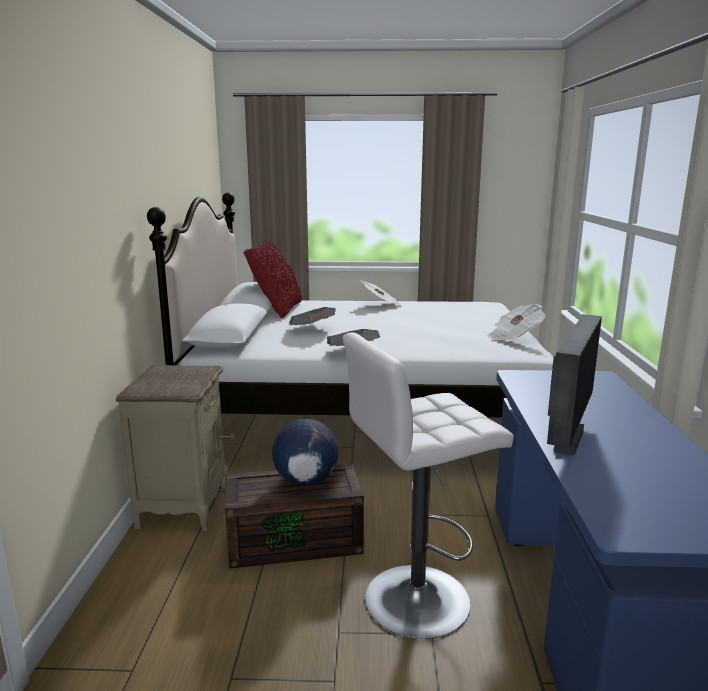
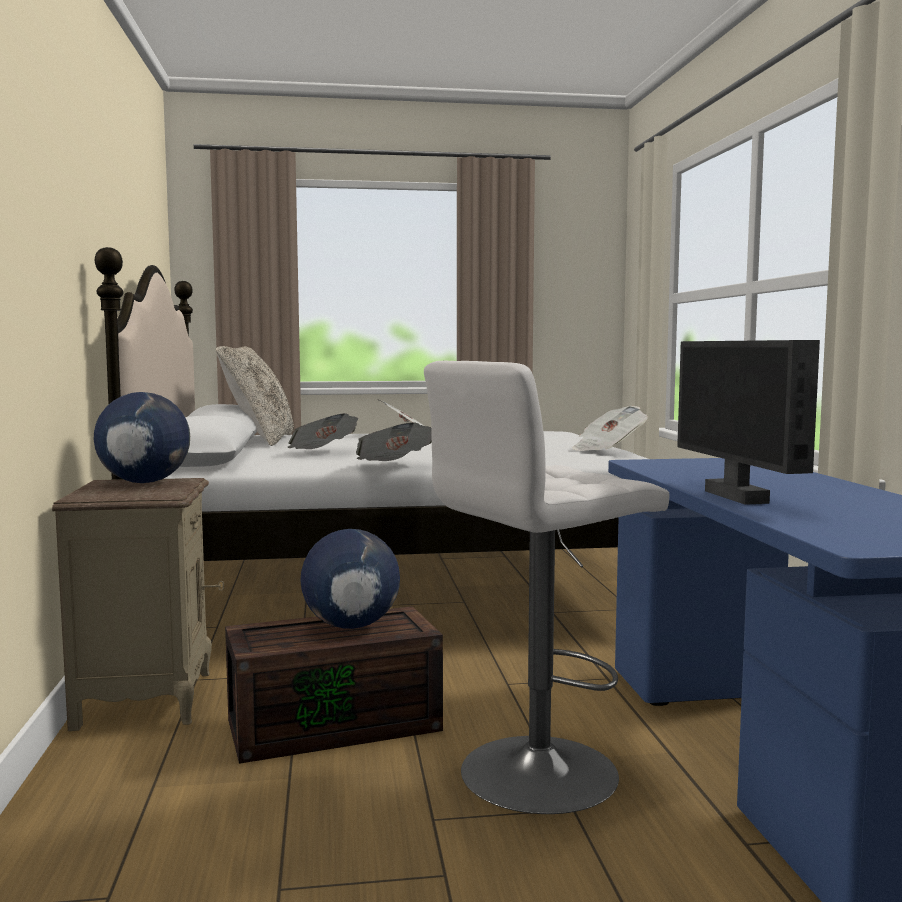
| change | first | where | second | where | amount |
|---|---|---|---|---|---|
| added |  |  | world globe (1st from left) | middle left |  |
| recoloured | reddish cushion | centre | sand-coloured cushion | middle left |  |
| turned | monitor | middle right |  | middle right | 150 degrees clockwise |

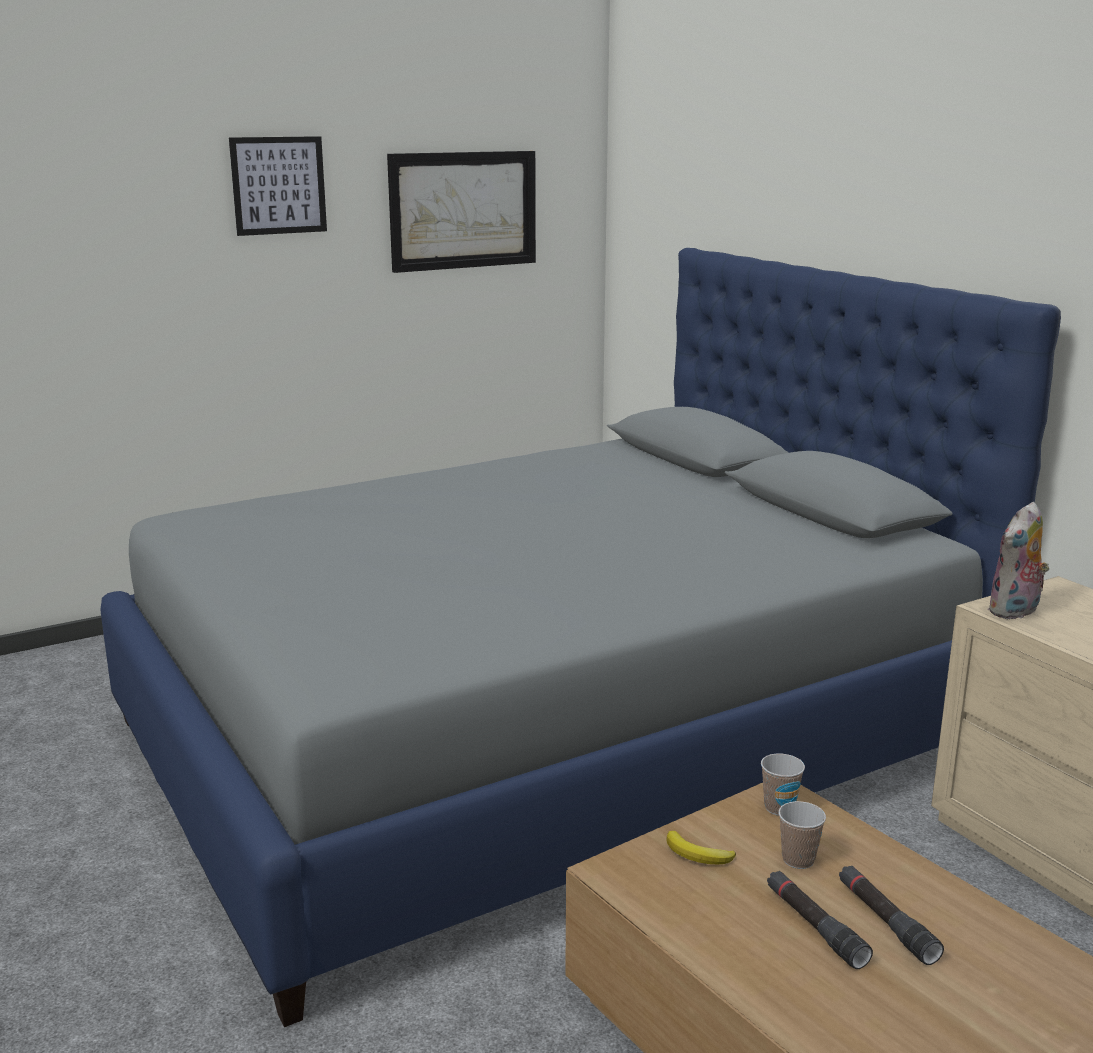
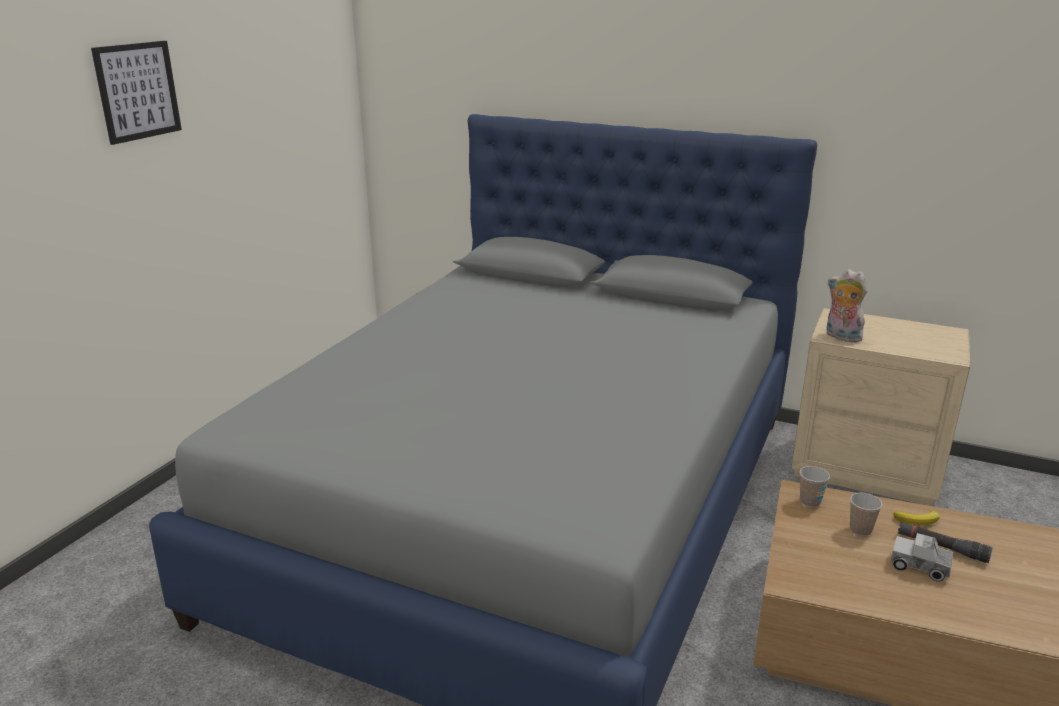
| change | first | where | second | where | amount |
|---|---|---|---|---|---|
| turned | soft toy | middle right |  | middle right | 120 degrees clockwise |
| replaced | black torch (1st from left) | bottom right | toy lorry | bottom right |  |
| moved | whole banana | bottom centre |  | bottom right |  |
| removed | picture (2nd from left) | top centre |  |  |  |

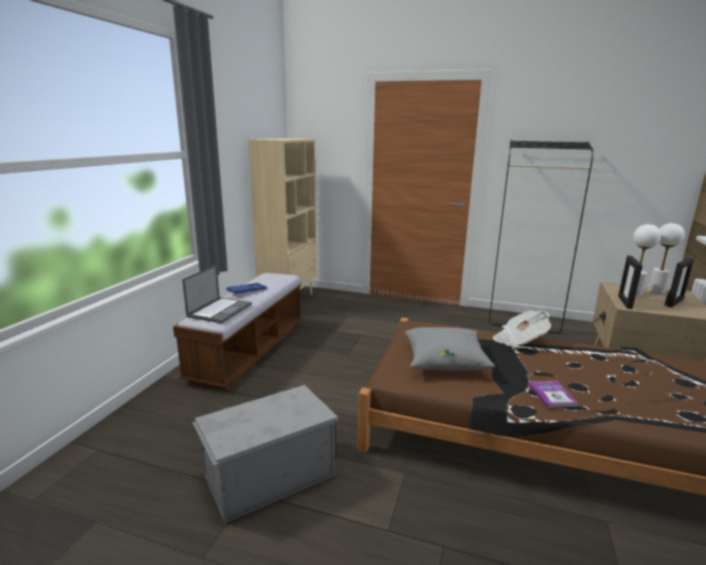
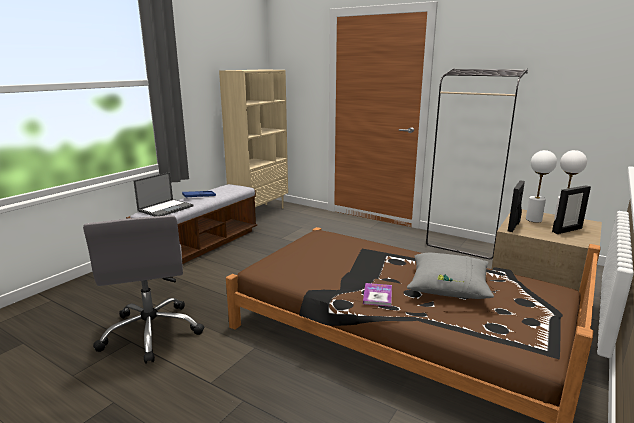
| change | first | where | second | where | amount |
|---|---|---|---|---|---|
| replaced | greyish storage bin | bottom centre | greyish office chair | bottom left |  |
| moved | greyish cushion | centre |  | middle right |  |
| removed | daily paper | middle right |  |  |  |

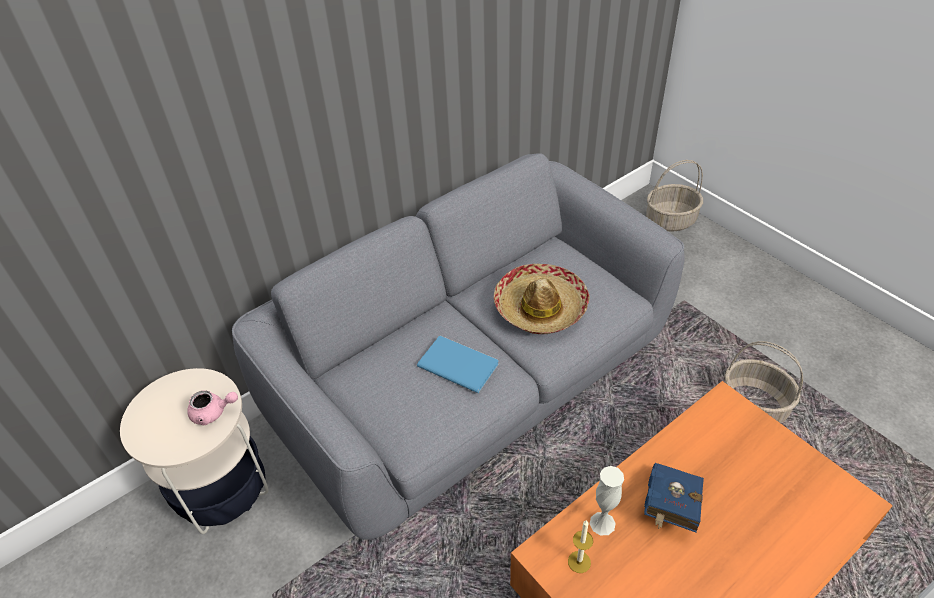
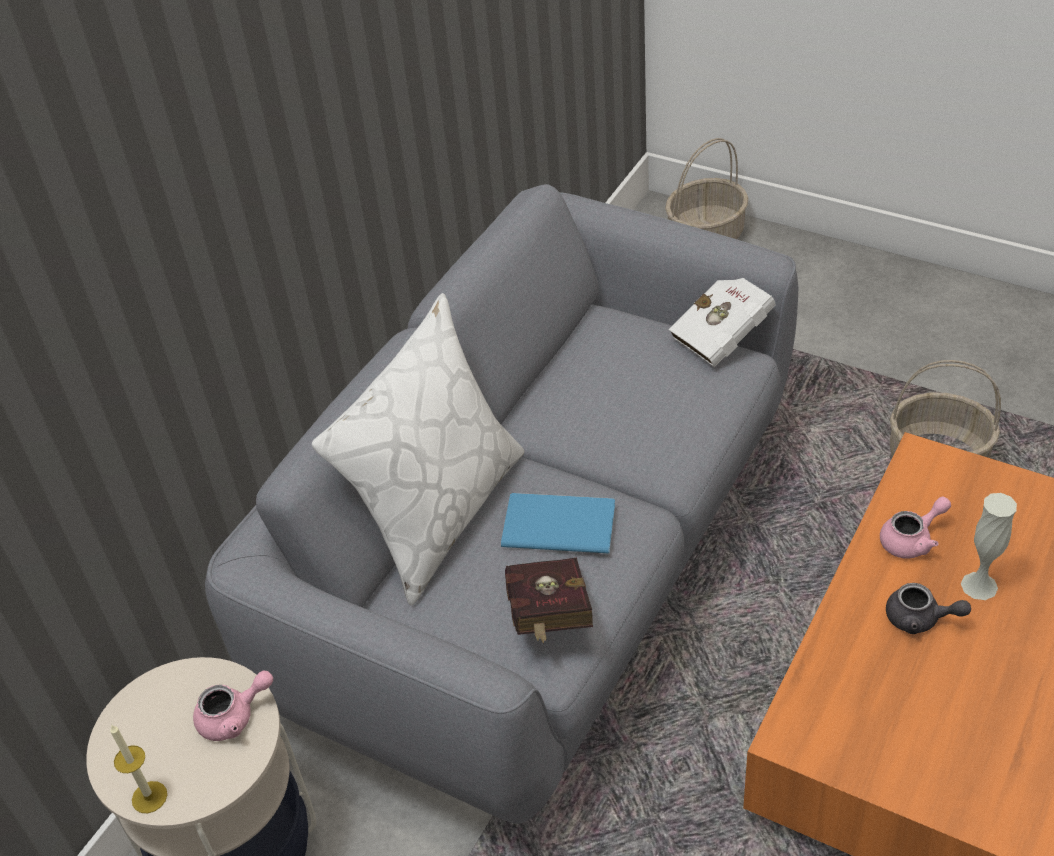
| change | first | where | second | where | amount |
|---|---|---|---|---|---|
| moved | candle | bottom centre |  | bottom left |  |
| added |  |  | whitish cushion | centre |  |
| added |  |  | reddish volume | bottom centre |  |
| added |  |  | whitish volume | middle right |  |
| added |  |  | pink-coloured tea pot (2nd from left) | middle right |  |
| replaced | blue volume (2nd from left) | bottom right | greyish tea pot | bottom right |  |
| moved | whitish vase | bottom centre |  | middle right |  |
| removed | hat | centre |  |  |  |

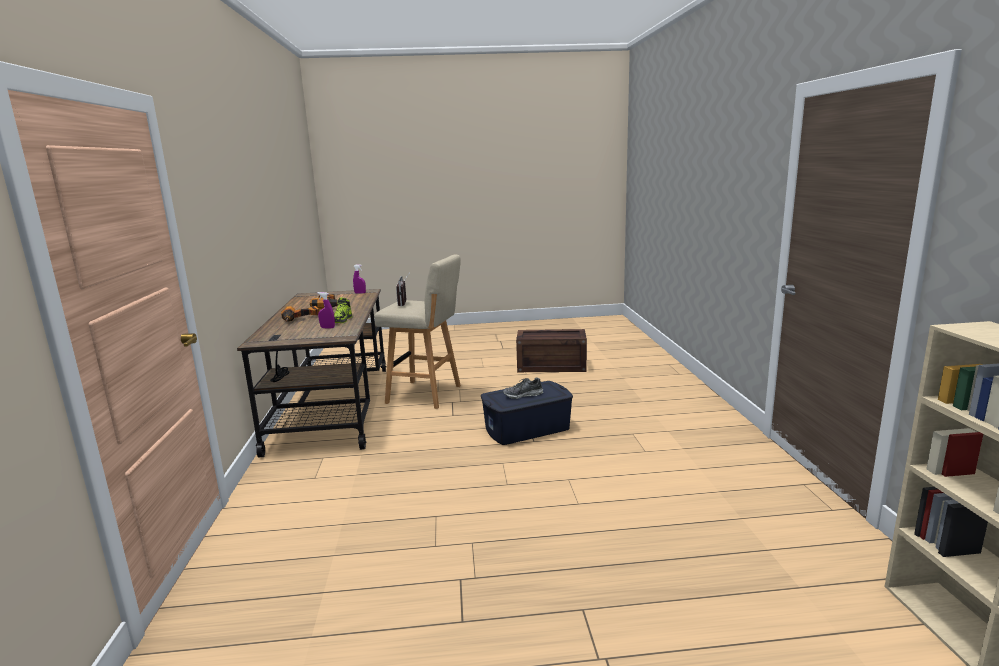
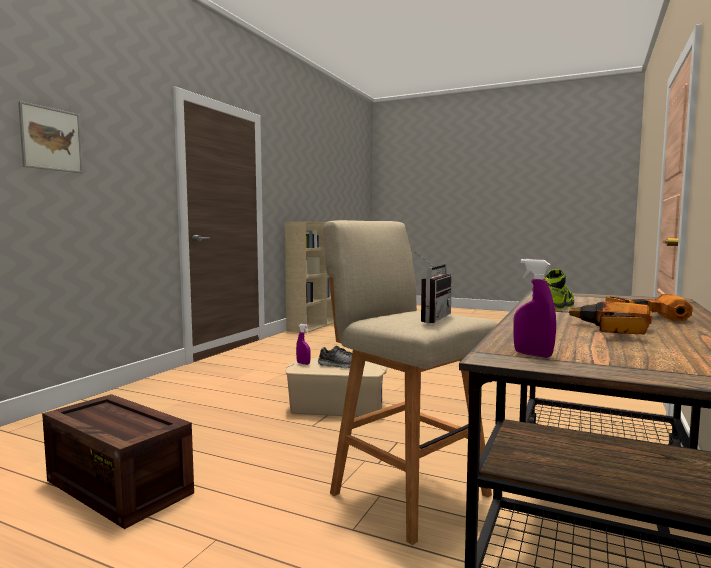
| change | first | where | second | where | amount |
|---|---|---|---|---|---|
| added |  |  | picture | top left |  |
| recoloured | blue storage bin | centre | sand-coloured storage bin | bottom centre |  |
| moved | purple hand sprayer (1st from left) | middle left |  | centre |  |

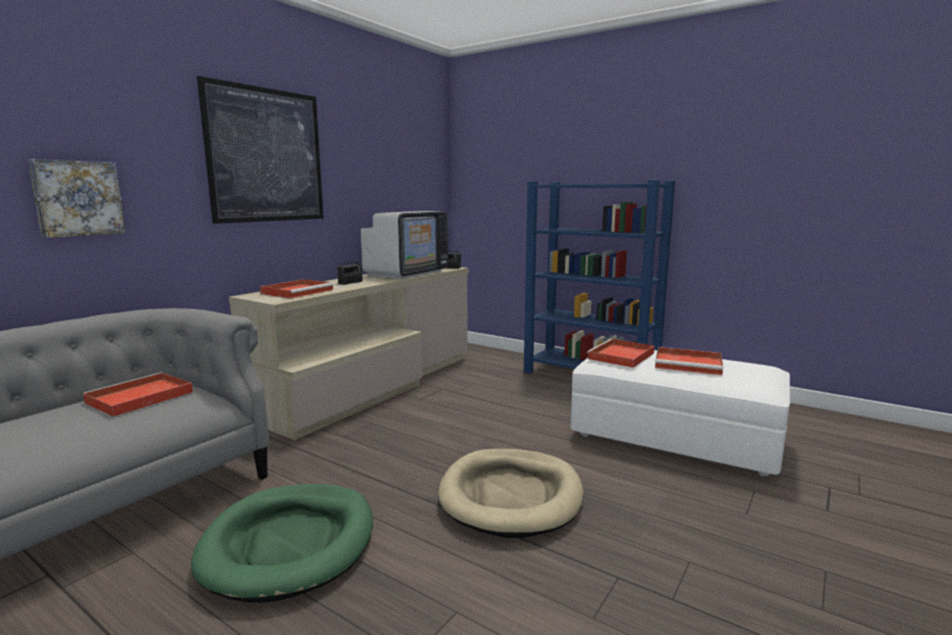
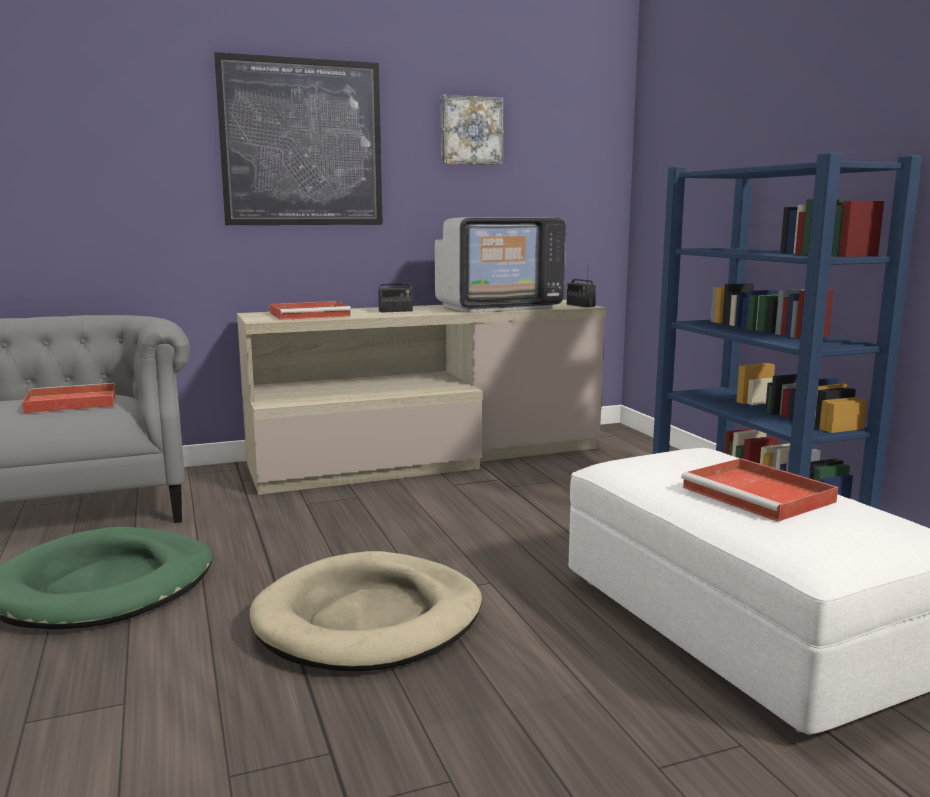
| change | first | where | second | where | amount |
|---|---|---|---|---|---|
| moved | picture (1st from left in the first image) | top left | picture (2nd from left) | top centre |  |
| removed | reddish carrying tray (3rd from left) | centre |  |  |  |

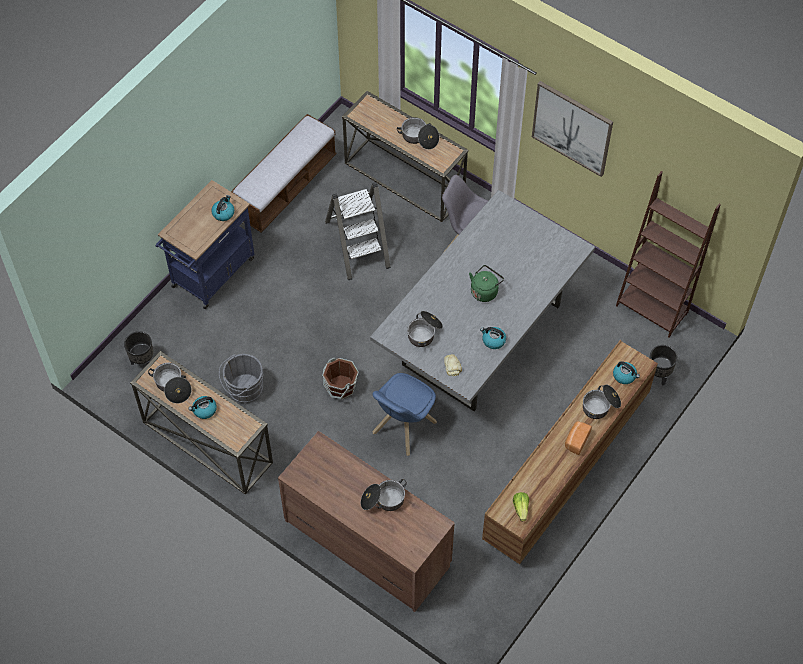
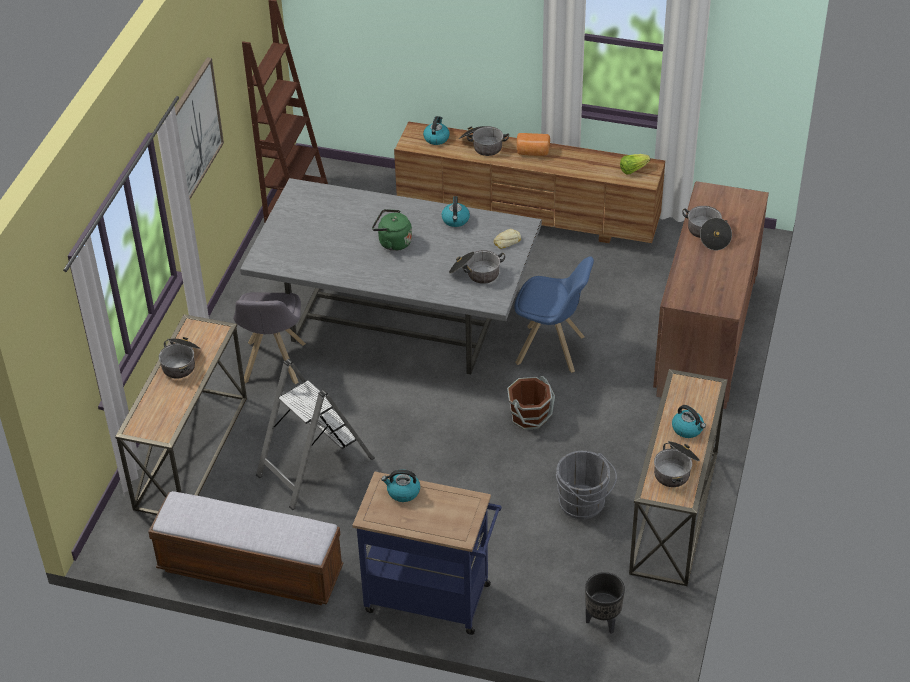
| change | first | where | second | where | amount |
|---|---|---|---|---|---|
| removed | black flower pot (2nd from left) | middle right |  |  |  |

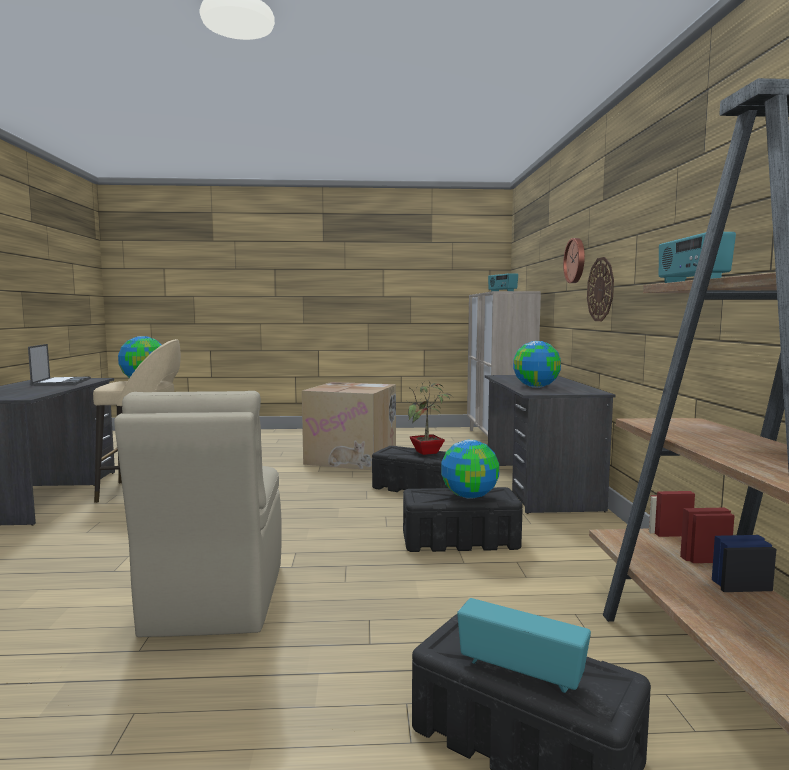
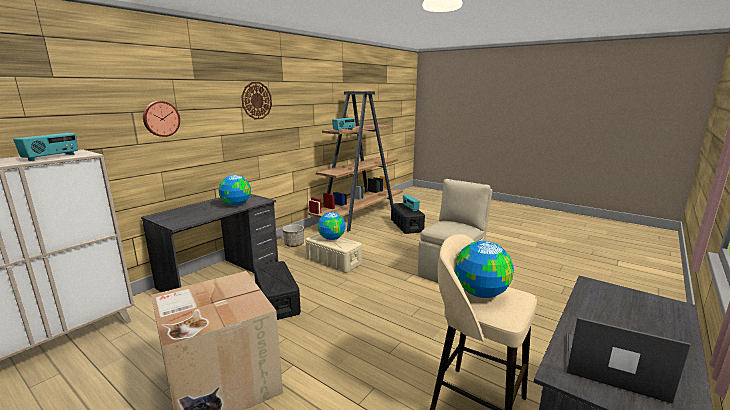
| change | first | where | second | where | amount |
|---|---|---|---|---|---|
| moved | clock on the wall (2nd from left) | middle right |  | top centre |  |
| added |  |  | flower pot | centre |  |
| recoloured | black storage bin (2nd from left) | bottom centre | sand-coloured storage bin | centre |  |
| turned | laptop | middle left |  | bottom right | 90 degrees clockwise |
| removed | houseplant | centre |  |  |  |

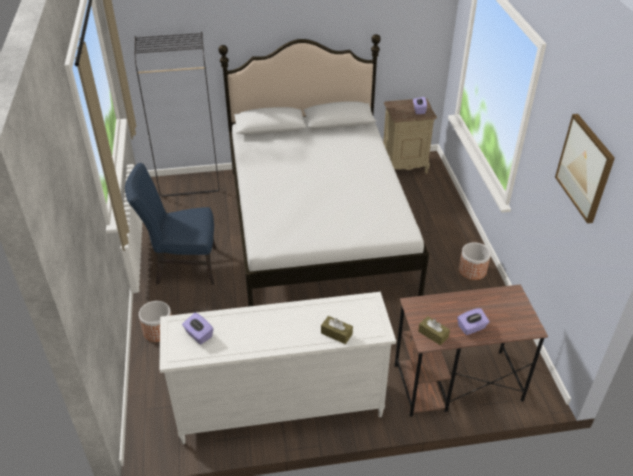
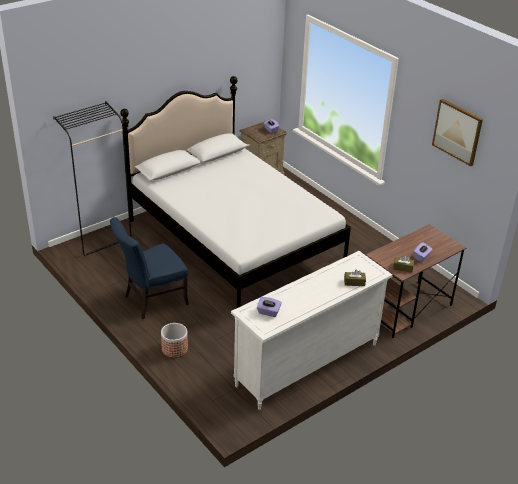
| change | first | where | second | where | amount |
|---|---|---|---|---|---|
| removed | flower pot (2nd from left) | middle right |  |  |  |

